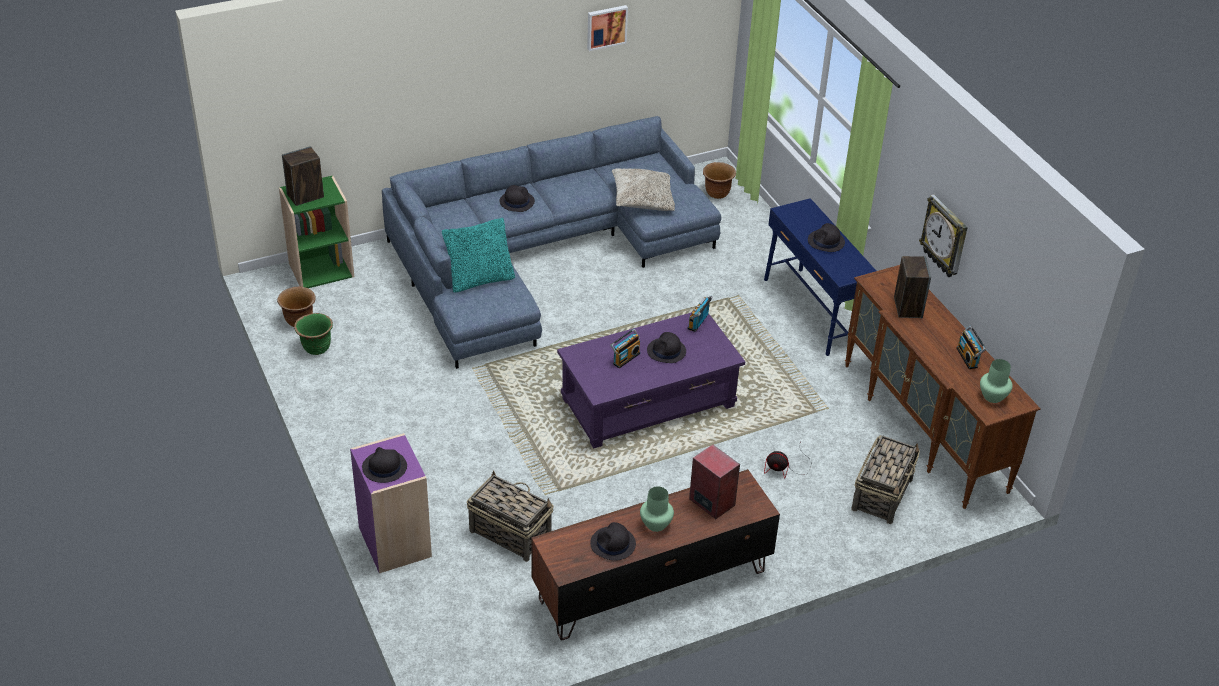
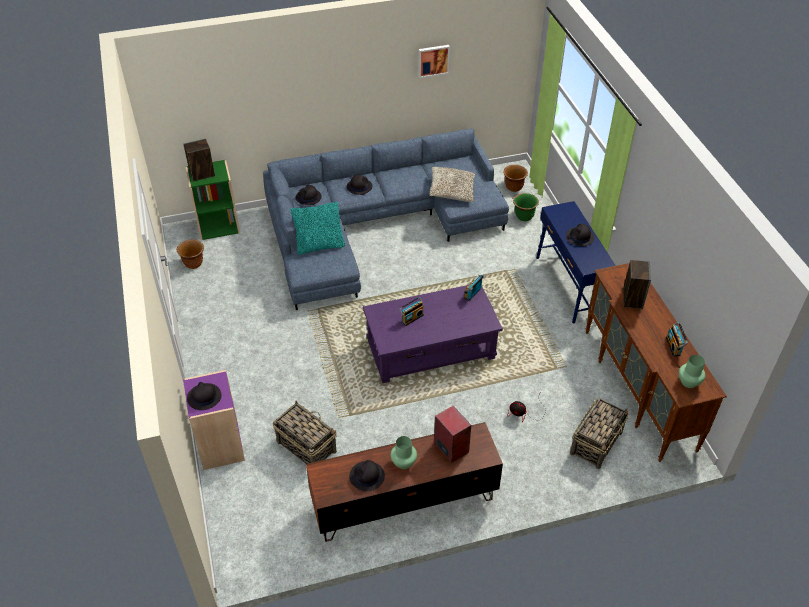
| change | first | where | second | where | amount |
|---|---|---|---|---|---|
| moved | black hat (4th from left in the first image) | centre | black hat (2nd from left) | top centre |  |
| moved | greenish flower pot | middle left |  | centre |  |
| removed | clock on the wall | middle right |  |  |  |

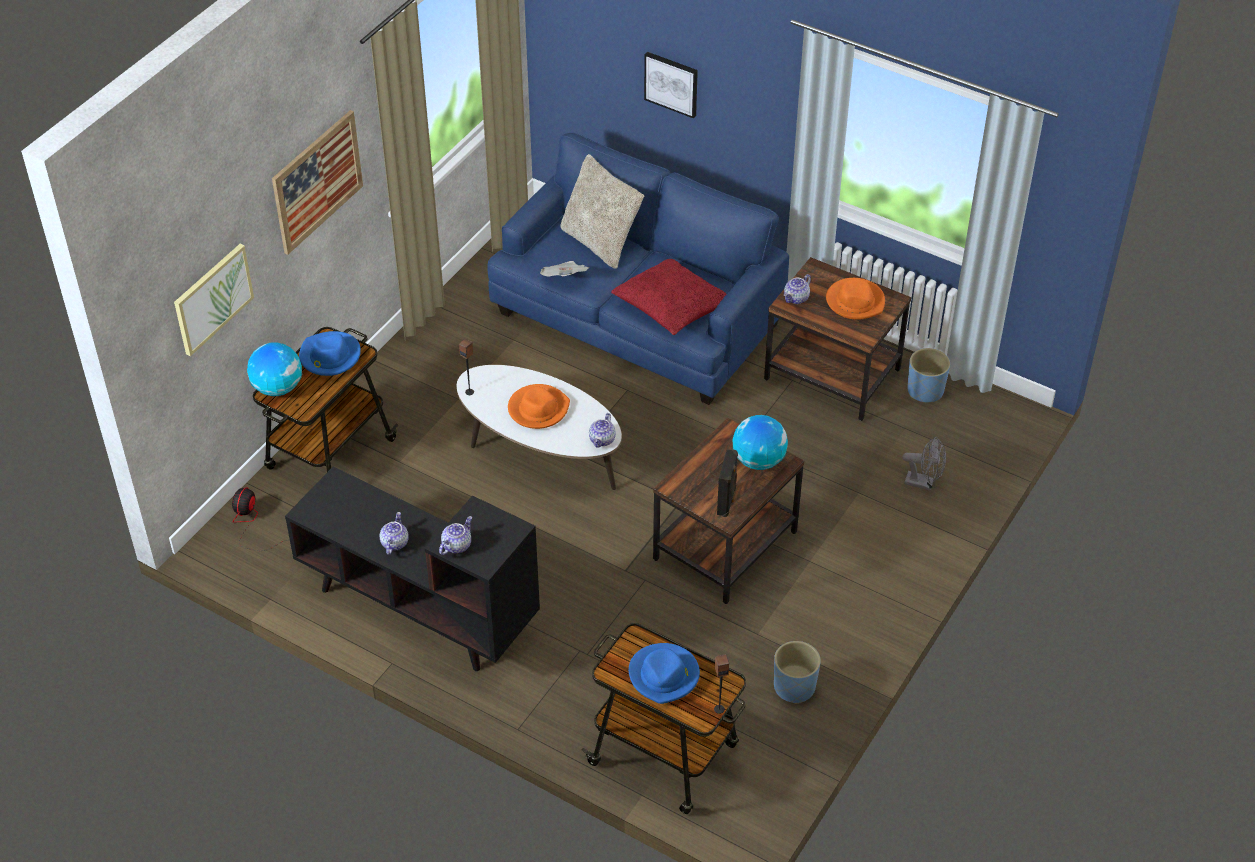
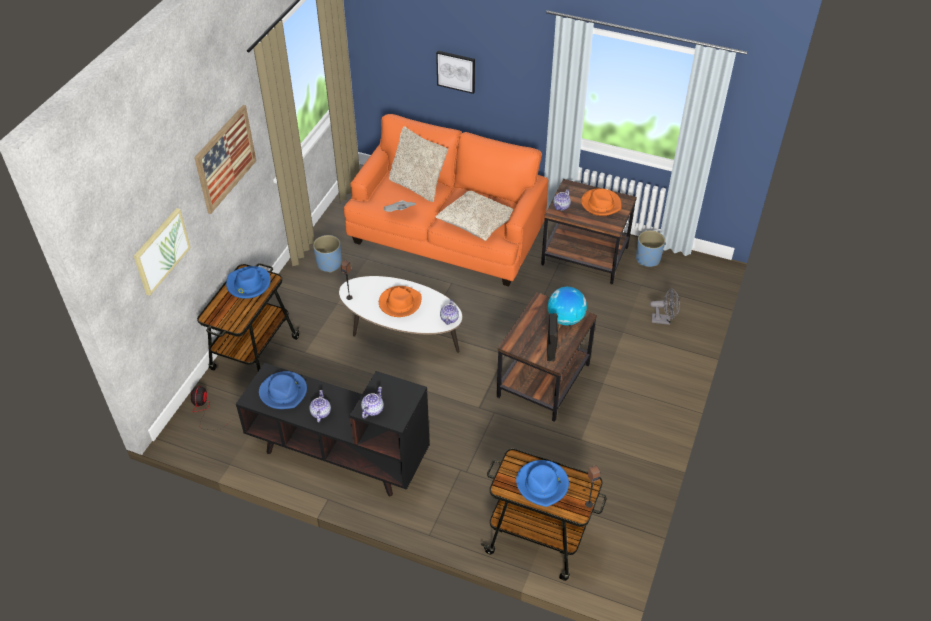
| change | first | where | second | where | amount |
|---|---|---|---|---|---|
| added |  |  | blue hat (2nd from left) | middle left |  |
| moved | blue flower pot (1st from left) | bottom centre |  | centre |  |
| recoloured | blue settee | top centre | orangey settee | top centre |  |
| recoloured | reddish cushion | centre | sand-coloured cushion (2nd from left) | centre |  |
| removed | world globe (1st from left) | middle left |  |  |  |

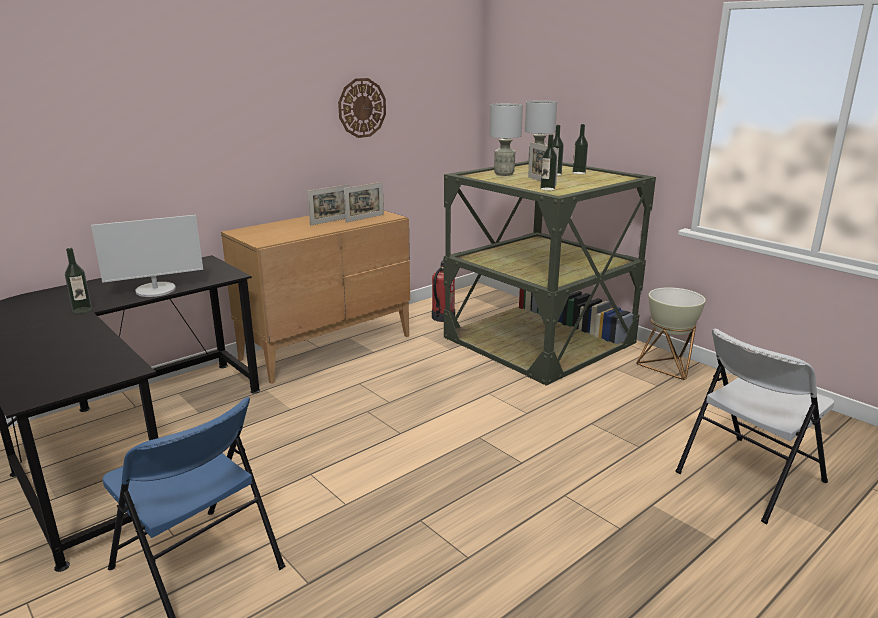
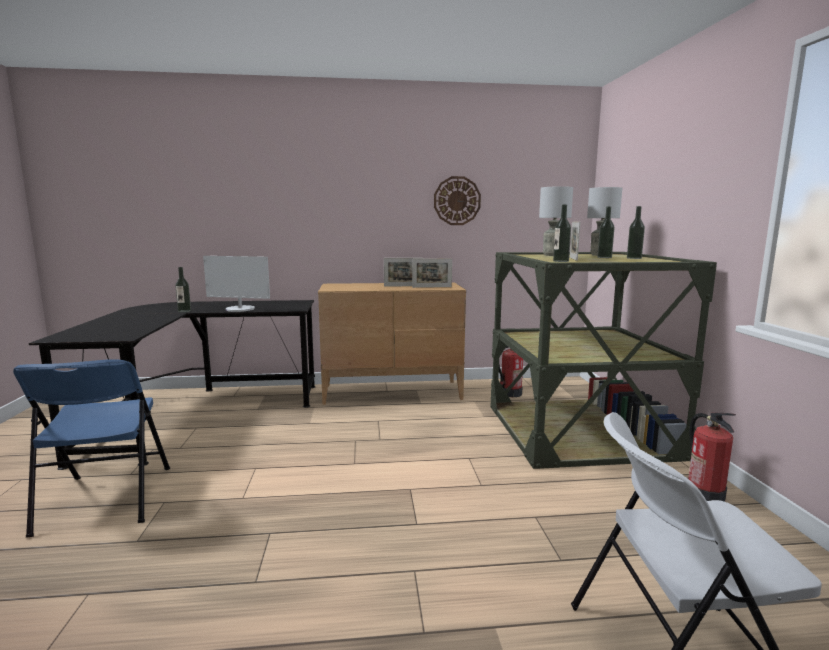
| change | first | where | second | where | amount |
|---|---|---|---|---|---|
| replaced | flower pot | middle right | extinguisher (2nd from left) | bottom right |  |

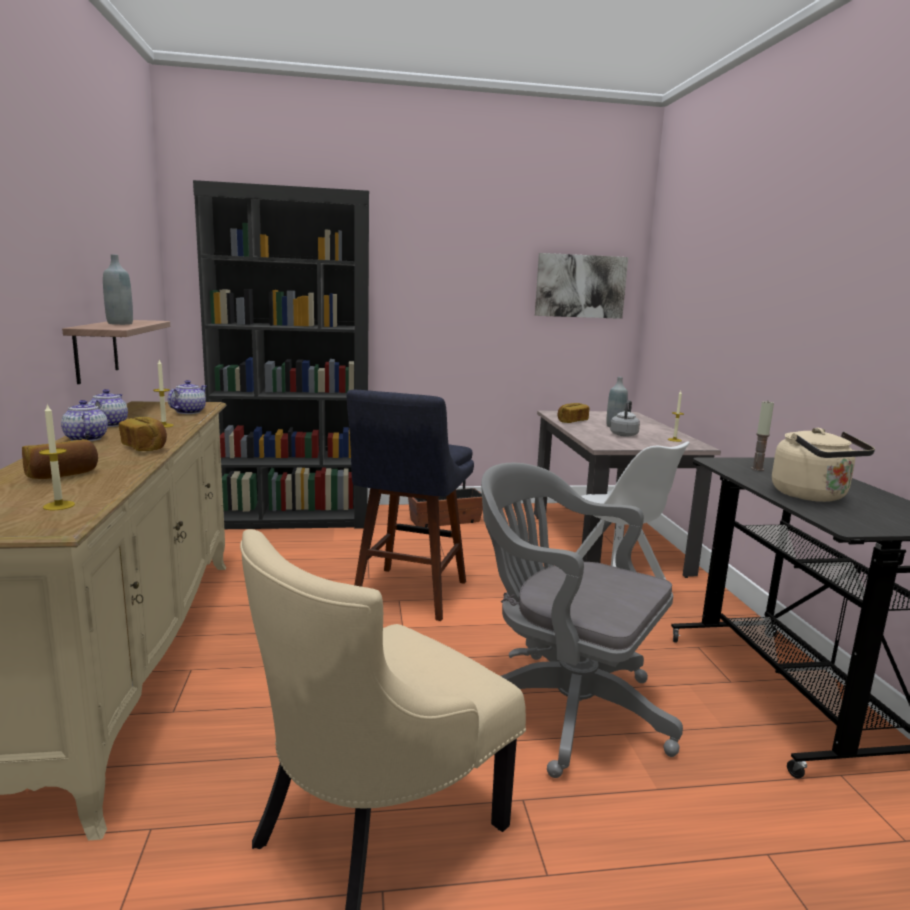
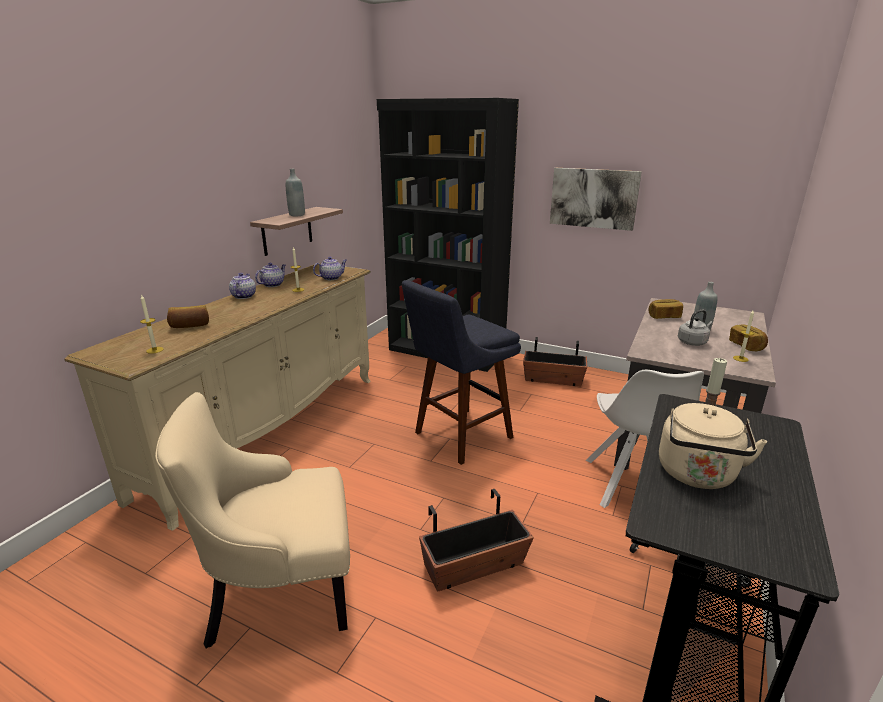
| change | first | where | second | where | amount |
|---|---|---|---|---|---|
| replaced | greyish office chair | bottom centre | flower pot (1st from left) | bottom centre |  |
| moved | picture | top centre |  | top right |  |
| moved | bread (2nd from left in the first image) | middle left | bread (3rd from left) | middle right |  |

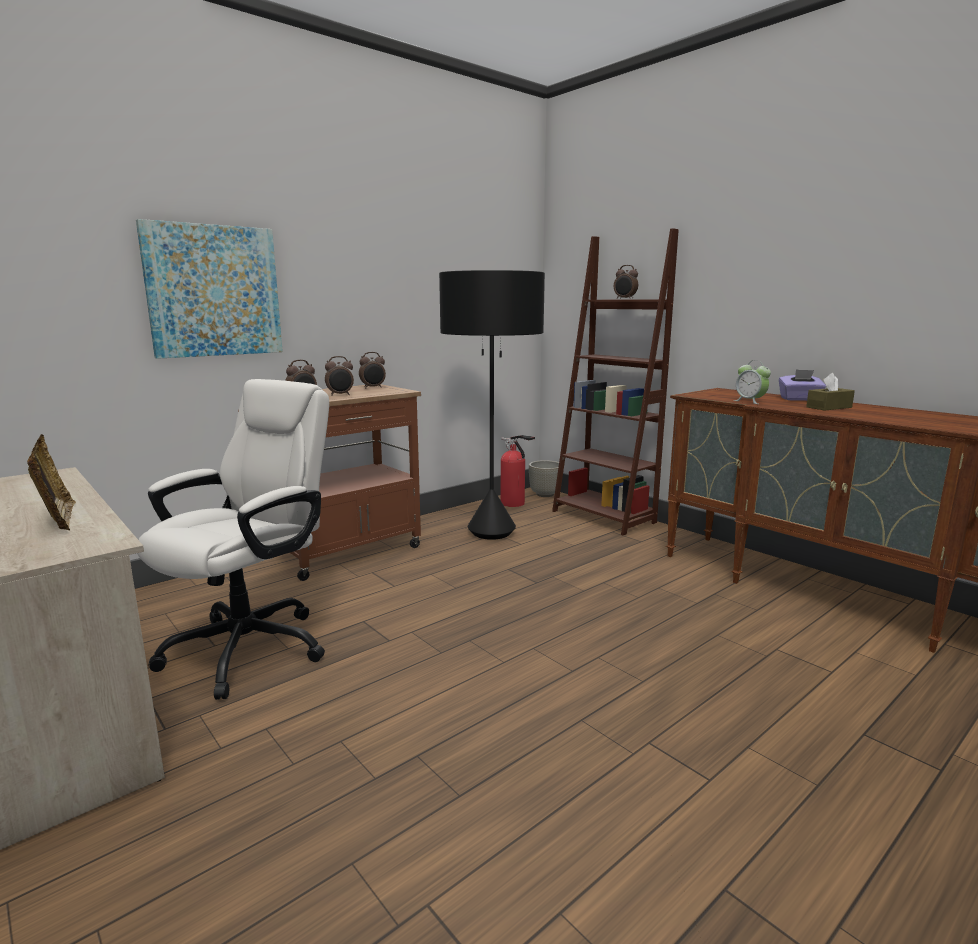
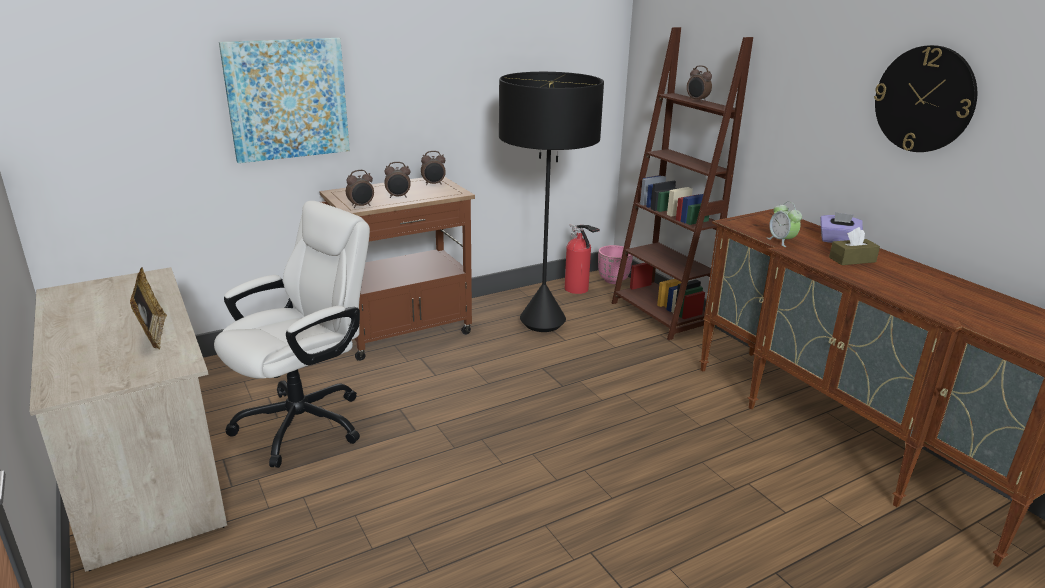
| change | first | where | second | where | amount |
|---|---|---|---|---|---|
| recoloured | greyish flower pot | centre | pink-coloured flower pot | centre |  |
| added |  |  | clock on the wall | top right |  |

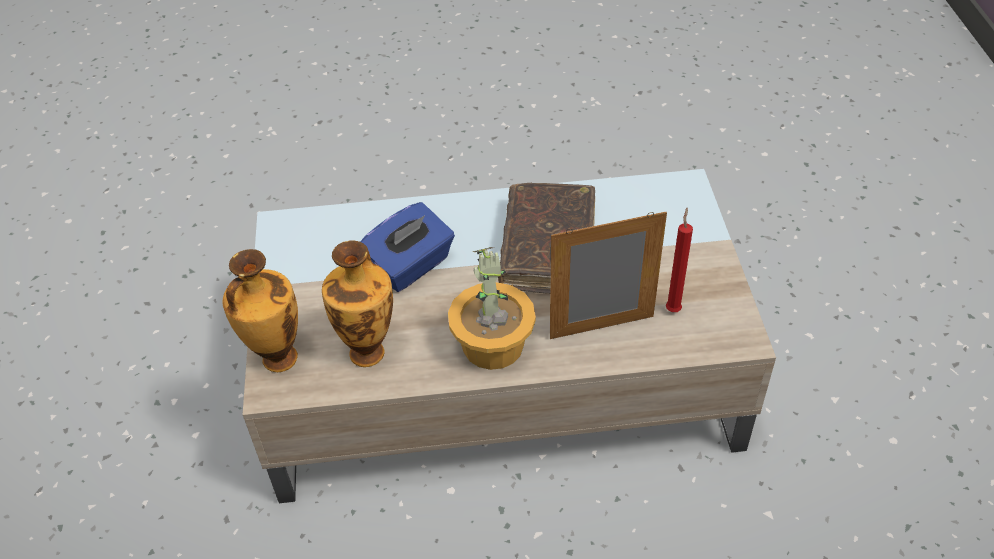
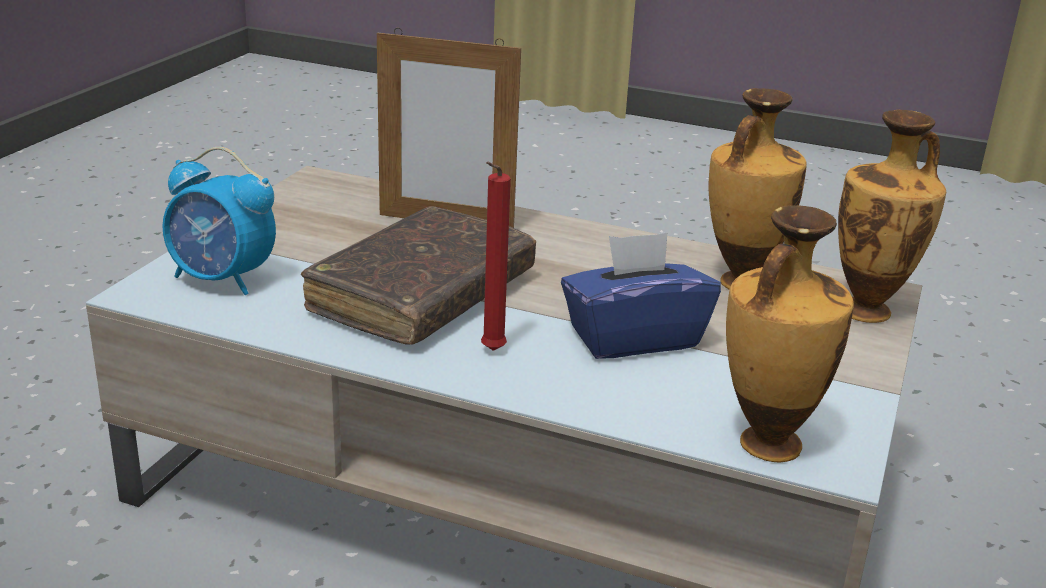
| change | first | where | second | where | amount |
|---|---|---|---|---|---|
| added |  |  | table clock | middle left |  |
| moved | reddish candle | middle right |  | centre |  |
| added |  |  | vase (2nd from left) | middle right |  |
| removed | houseplant | centre |  |  |  |

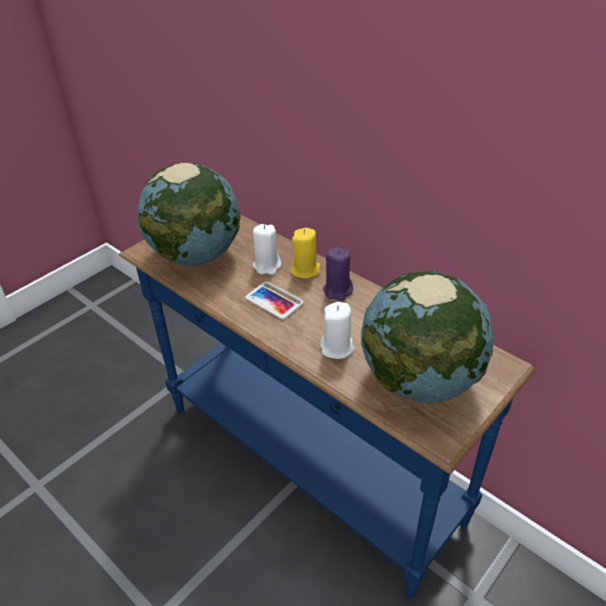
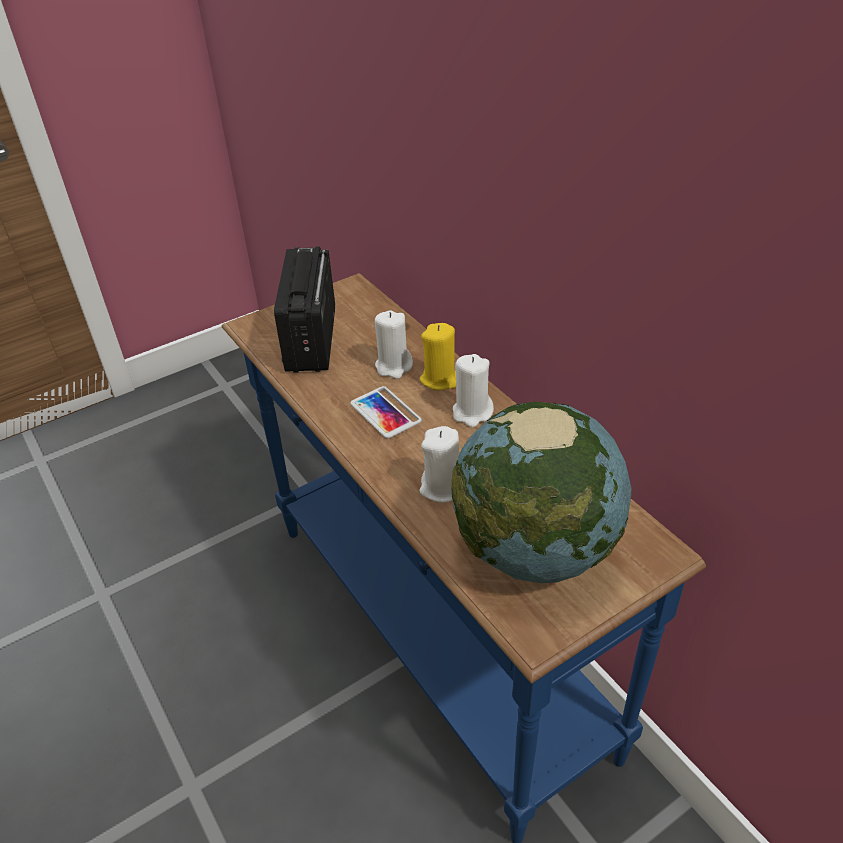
| change | first | where | second | where | amount |
|---|---|---|---|---|---|
| replaced | world globe (1st from left) | middle left | radio set | centre |  |
| recoloured | purple candle | centre | whitish candle (3rd from left) | centre |  |

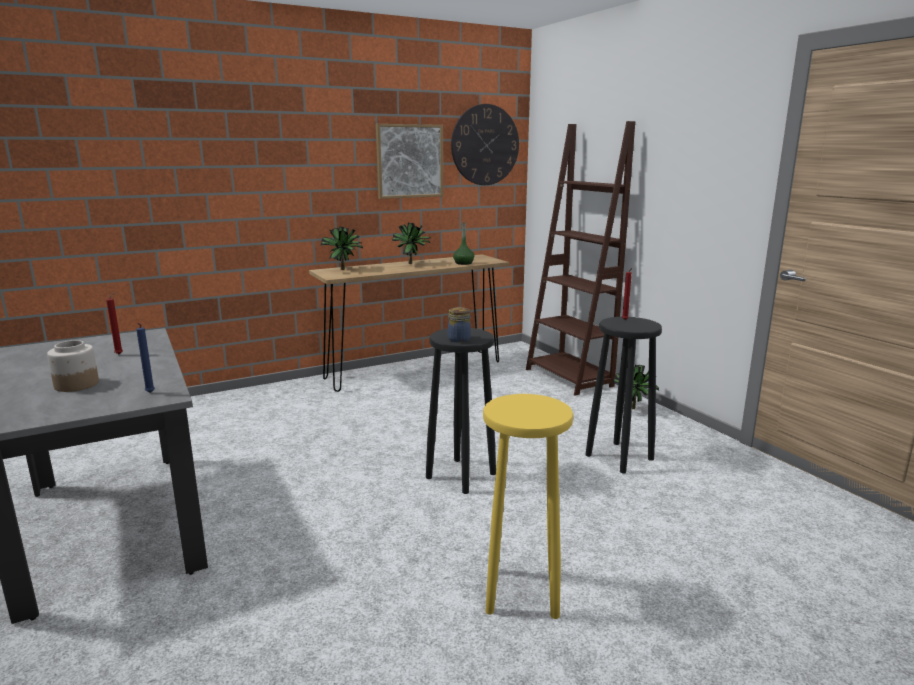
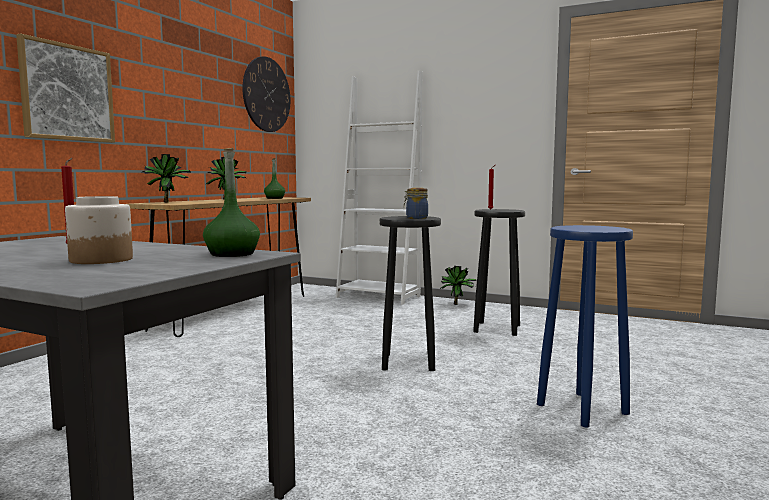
| change | first | where | second | where | amount |
|---|---|---|---|---|---|
| moved | picture | top centre |  | top left |  |
| replaced | blue candle | middle left | greenish drink bottle (1st from left) | middle left |  |
| recoloured | brown-coloured bookshelf | centre | whitish bookshelf | centre |  |
| recoloured | yellow-coloured stool seat | bottom centre | blue stool seat | middle right |  |

